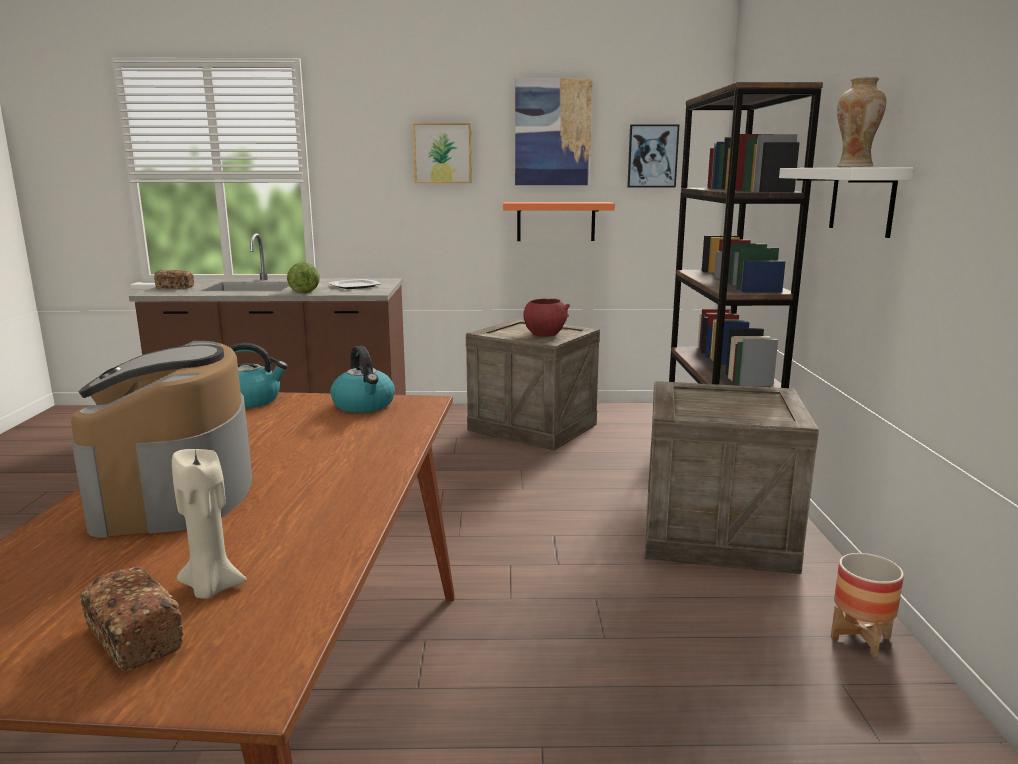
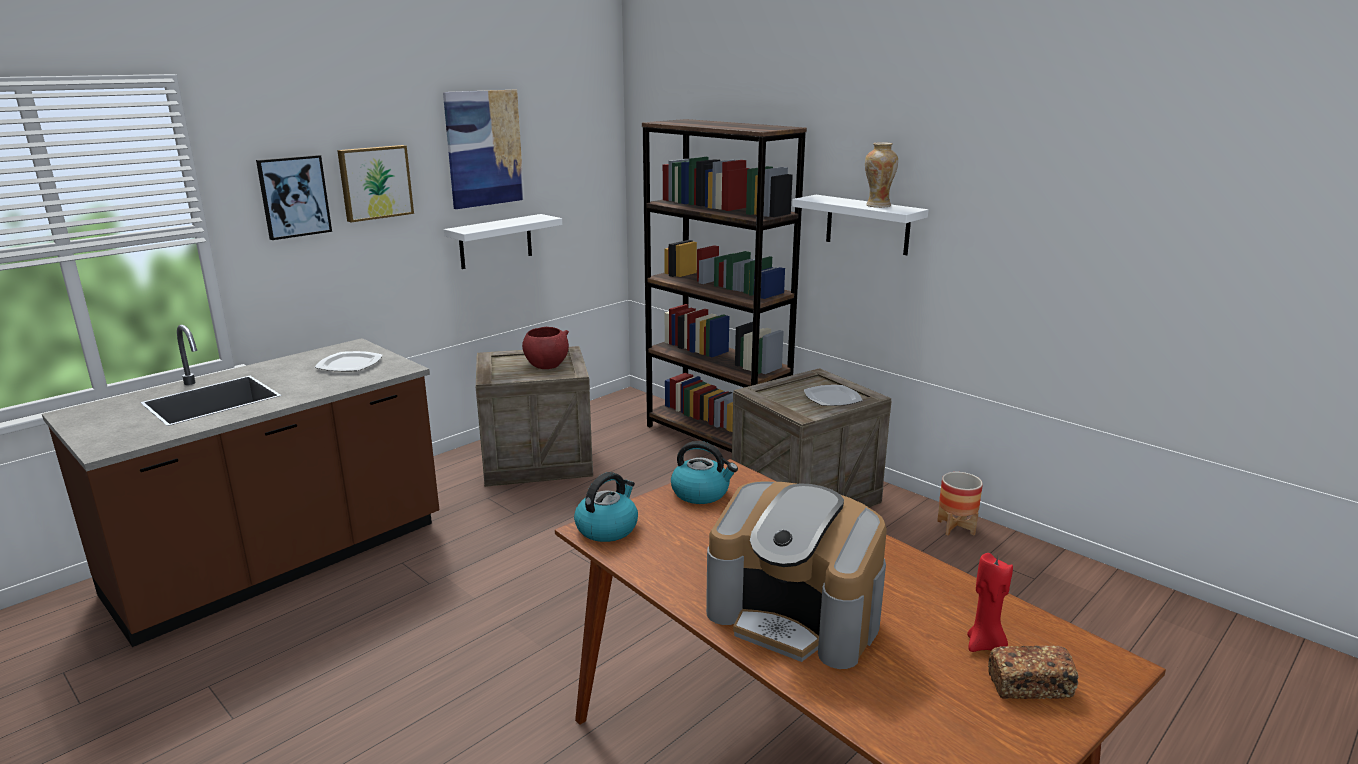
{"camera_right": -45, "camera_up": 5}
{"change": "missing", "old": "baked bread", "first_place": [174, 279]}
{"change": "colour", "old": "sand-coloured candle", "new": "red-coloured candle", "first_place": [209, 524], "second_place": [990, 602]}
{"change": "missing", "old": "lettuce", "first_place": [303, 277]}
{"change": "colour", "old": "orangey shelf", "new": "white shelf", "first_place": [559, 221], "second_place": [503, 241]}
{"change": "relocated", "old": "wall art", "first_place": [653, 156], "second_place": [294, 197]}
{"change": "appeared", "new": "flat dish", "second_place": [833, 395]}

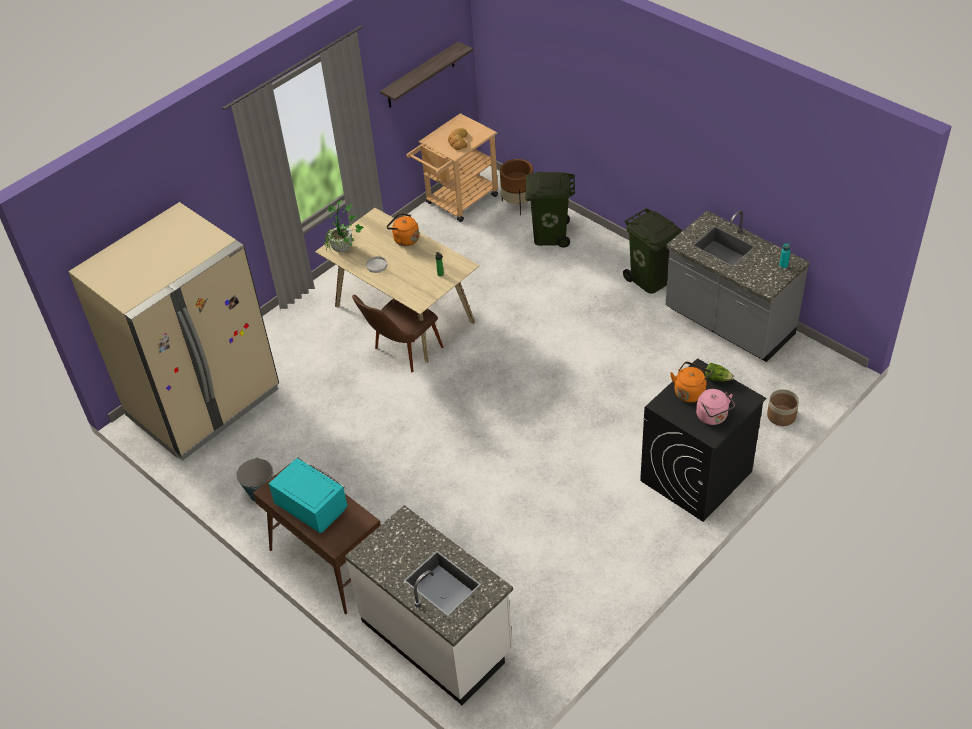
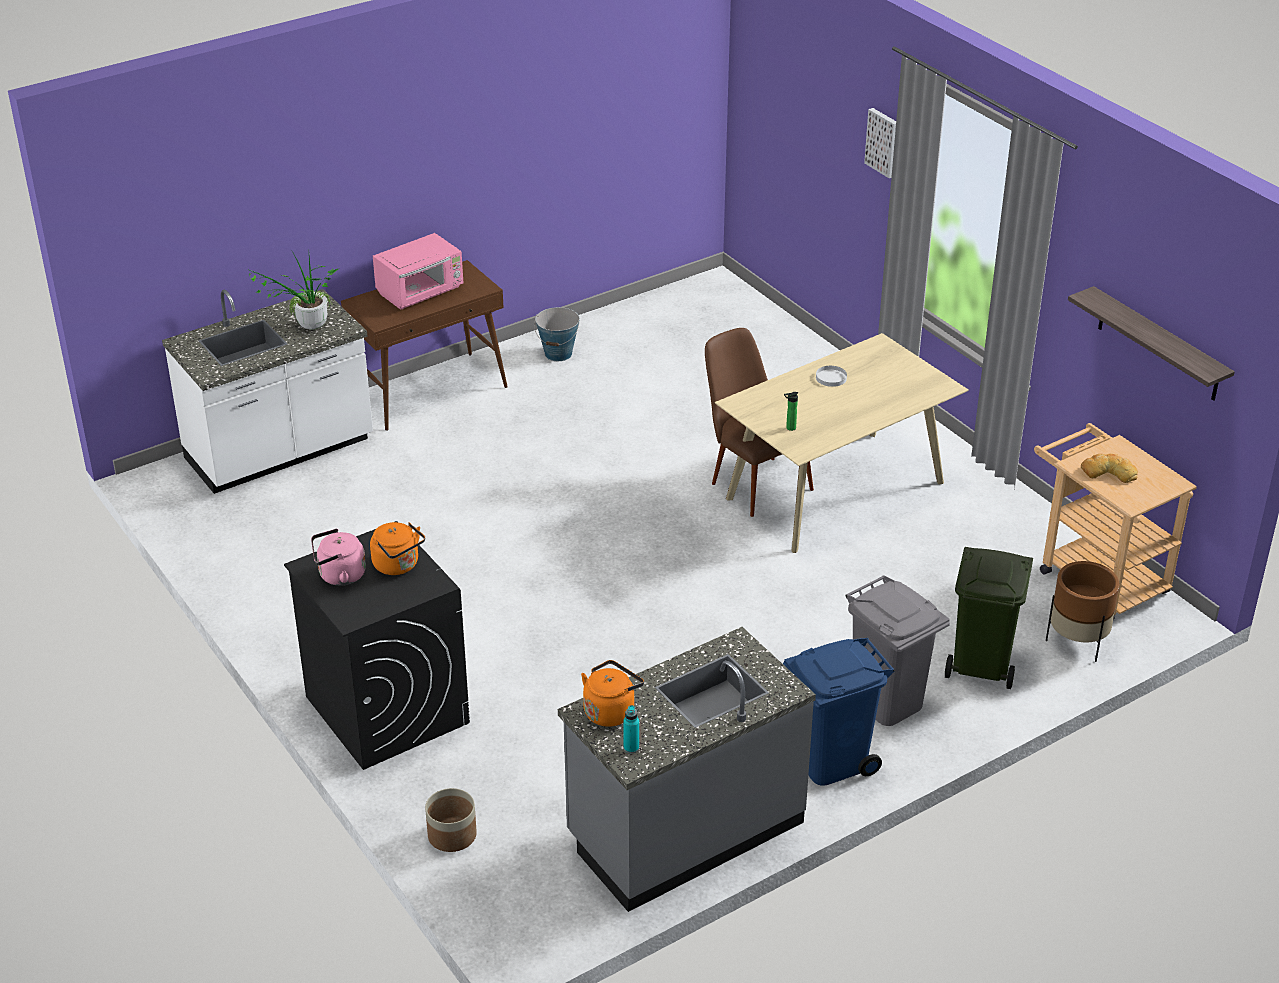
{"camera_right": 100, "camera_up": -10}
{"change": "missing", "old": "sand-coloured fridge", "first_place": [174, 331]}
{"change": "colour", "old": "turquoise-coloured kitchen microwave", "new": "pink kitchen microwave", "first_place": [308, 495], "second_place": [418, 271]}
{"change": "relocated", "old": "plant in a pot", "first_place": [344, 225], "second_place": [293, 290]}
{"change": "relocated", "old": "orangey tea kettle", "first_place": [402, 229], "second_place": [612, 693]}
{"change": "colour", "old": "greenish trash can", "new": "blue-coloured trash can", "first_place": [653, 251], "second_place": [839, 712]}
{"change": "missing", "old": "lettuce", "first_place": [719, 372]}
{"change": "appeared", "new": "gray trash can", "second_place": [897, 650]}
{"change": "appeared", "new": "wall art", "second_place": [880, 143]}

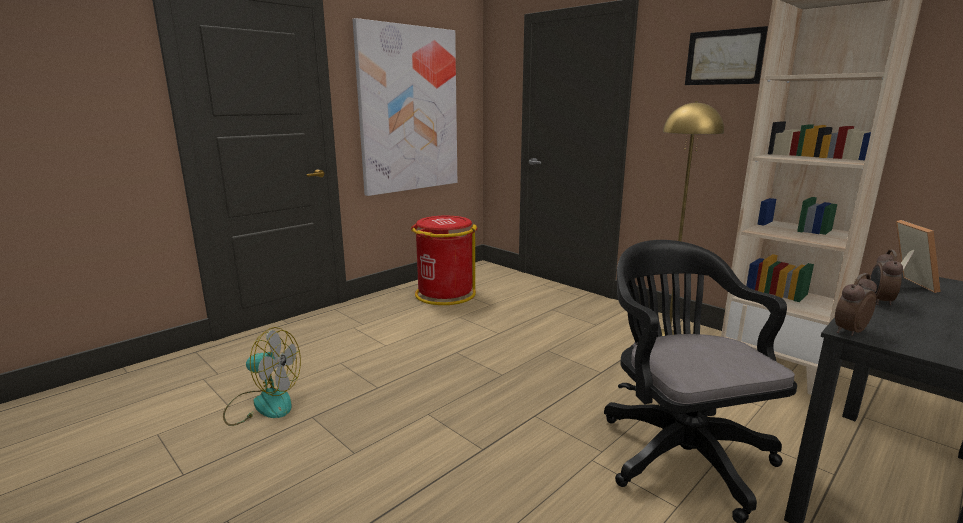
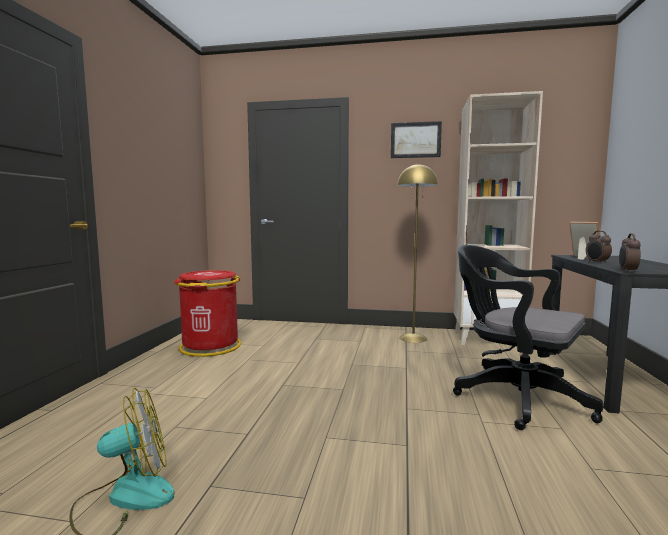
{"camera_right": -35, "camera_up": -10}
{"change": "missing", "old": "wall art", "first_place": [404, 107]}

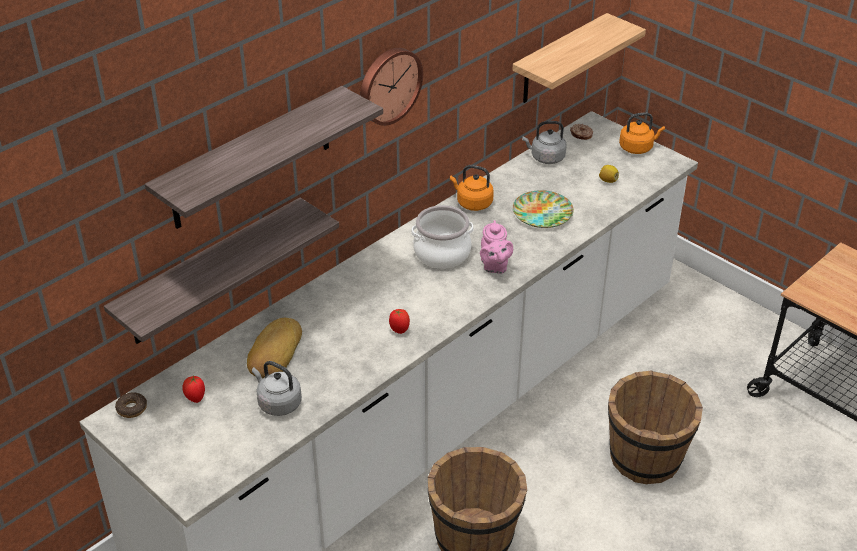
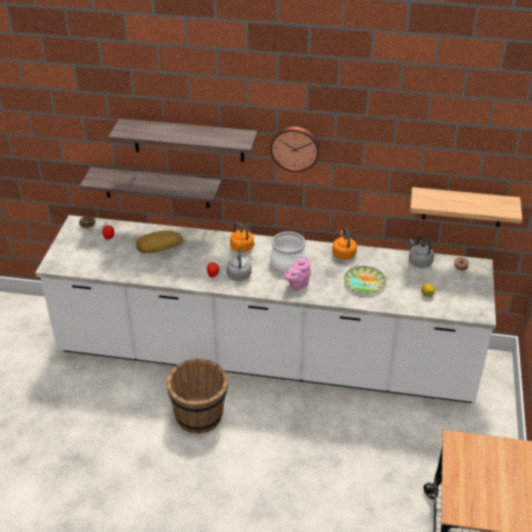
{"camera_right": 55, "camera_up": 0}
{"change": "relocated", "old": "gray tea kettle", "first_place": [277, 388], "second_place": [238, 264]}
{"change": "missing", "old": "brownish pail", "first_place": [655, 427]}
{"change": "relocated", "old": "orangey tea kettle", "first_place": [642, 133], "second_place": [242, 237]}

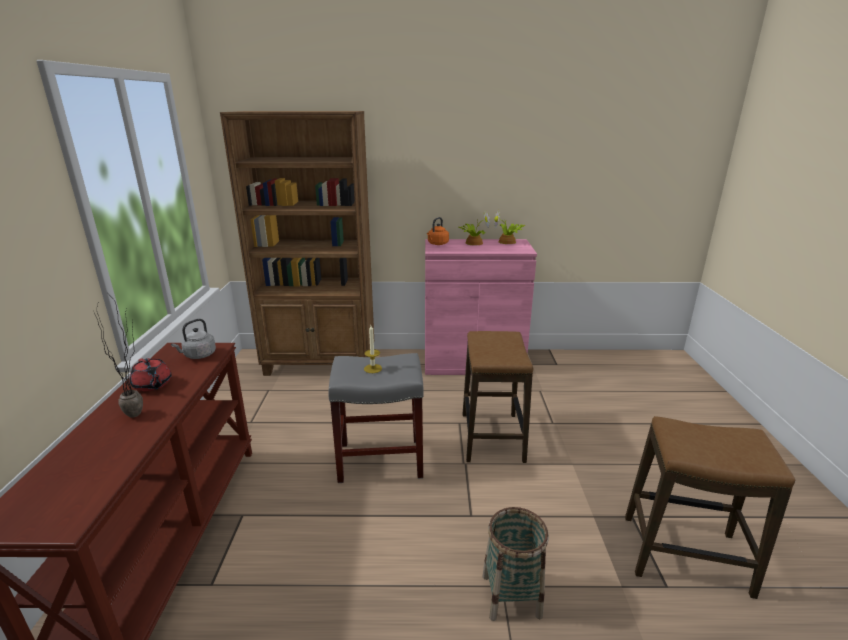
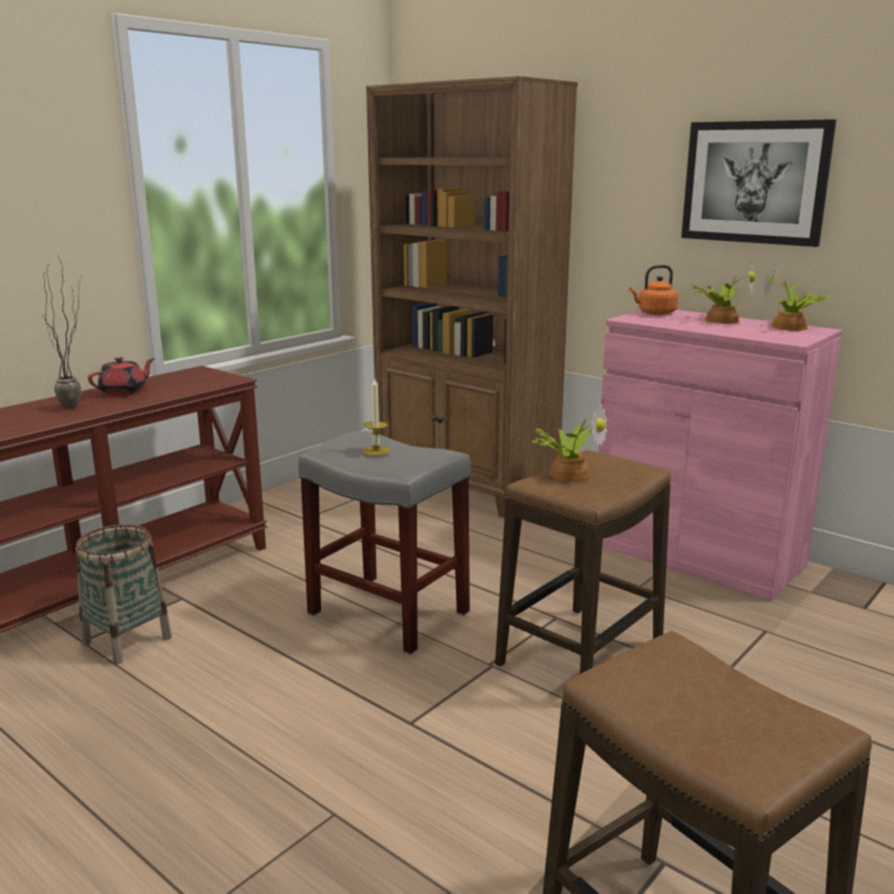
{"camera_right": 40, "camera_up": -5}
{"change": "spun", "old": "red-coloured pot for tea", "first_place": [151, 374], "second_place": [121, 376], "degrees": -135}
{"change": "missing", "old": "gray tea kettle", "first_place": [193, 339]}
{"change": "relocated", "old": "household basket", "first_place": [515, 564], "second_place": [123, 594]}
{"change": "appeared", "new": "plant in a pot", "second_place": [568, 442]}
{"change": "appeared", "new": "wall art", "second_place": [758, 183]}

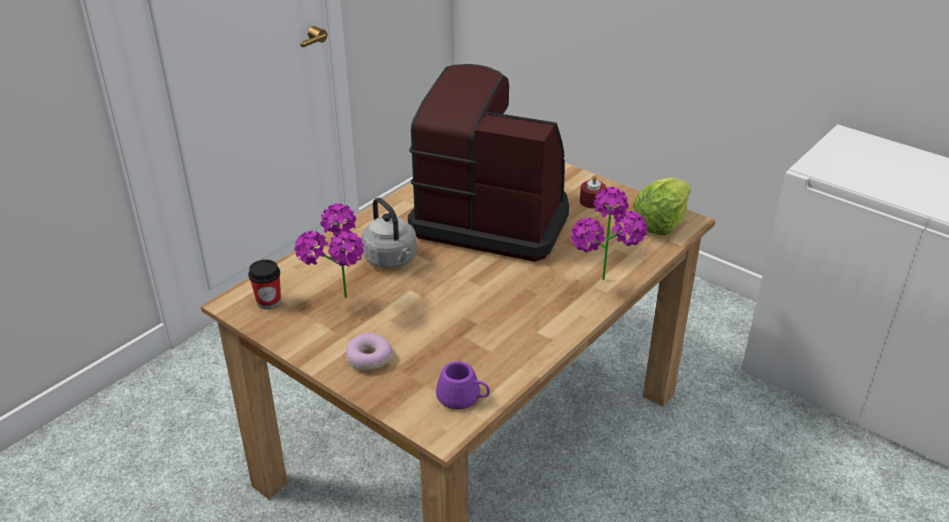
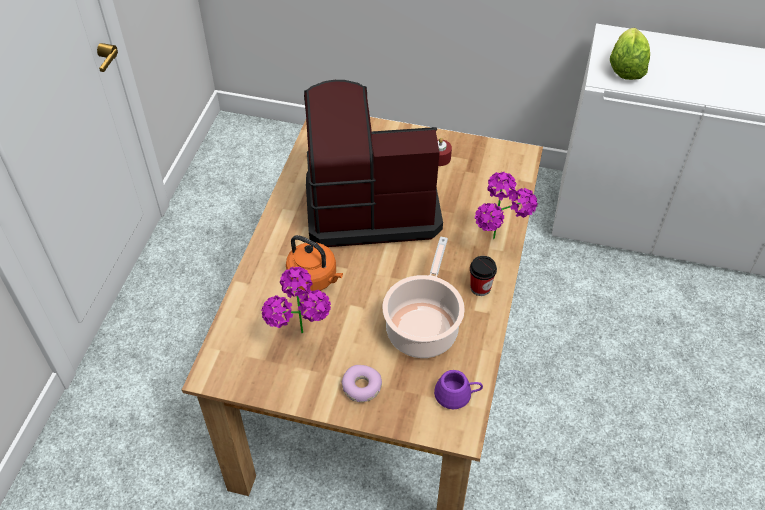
{"camera_right": -25, "camera_up": 15}
{"change": "relocated", "old": "small cup", "first_place": [264, 284], "second_place": [483, 276]}
{"change": "colour", "old": "gray tea kettle", "new": "orangey tea kettle", "first_place": [389, 232], "second_place": [314, 263]}
{"change": "relocated", "old": "lettuce", "first_place": [662, 206], "second_place": [630, 54]}
{"change": "appeared", "new": "saucepot", "second_place": [423, 297]}

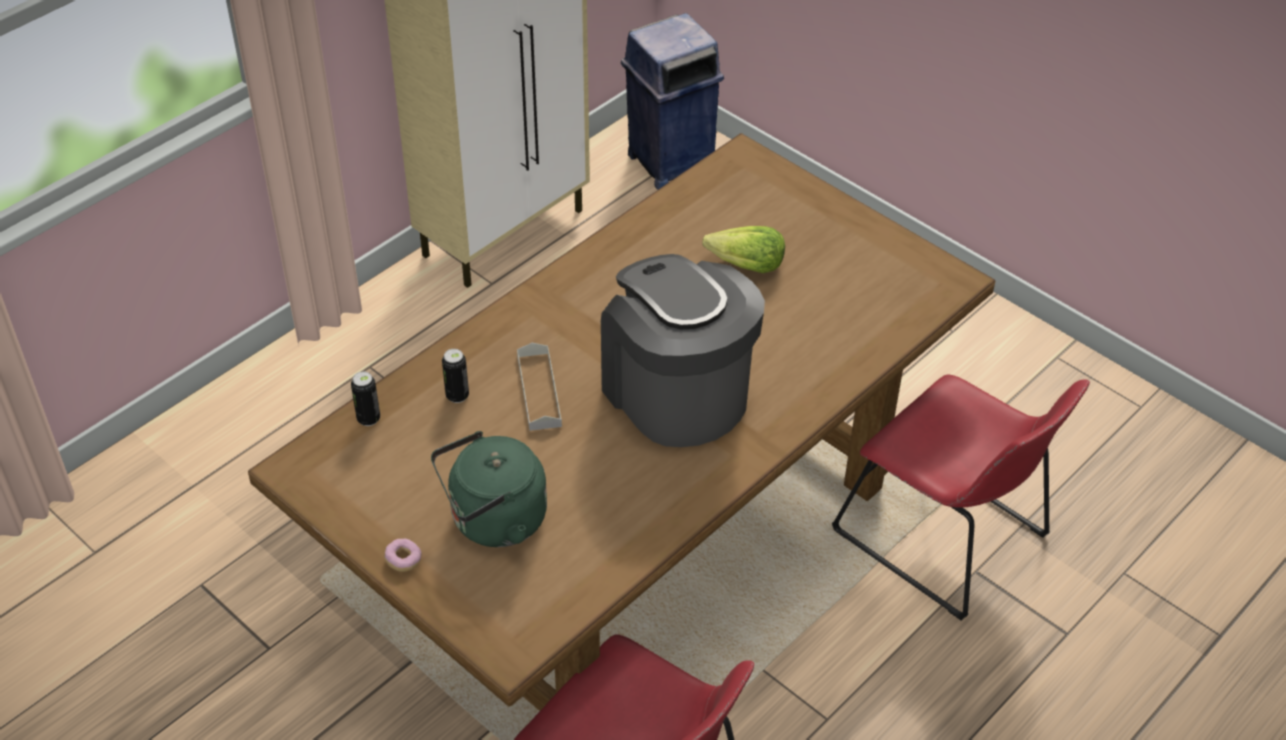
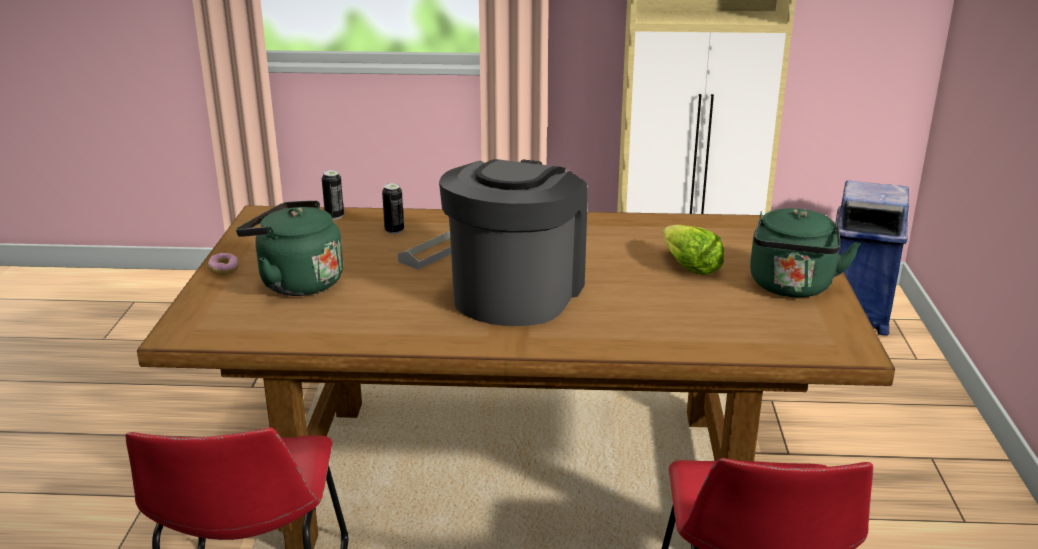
{"camera_right": 50, "camera_up": -20}
{"change": "appeared", "new": "greenish tea kettle", "second_place": [805, 252]}

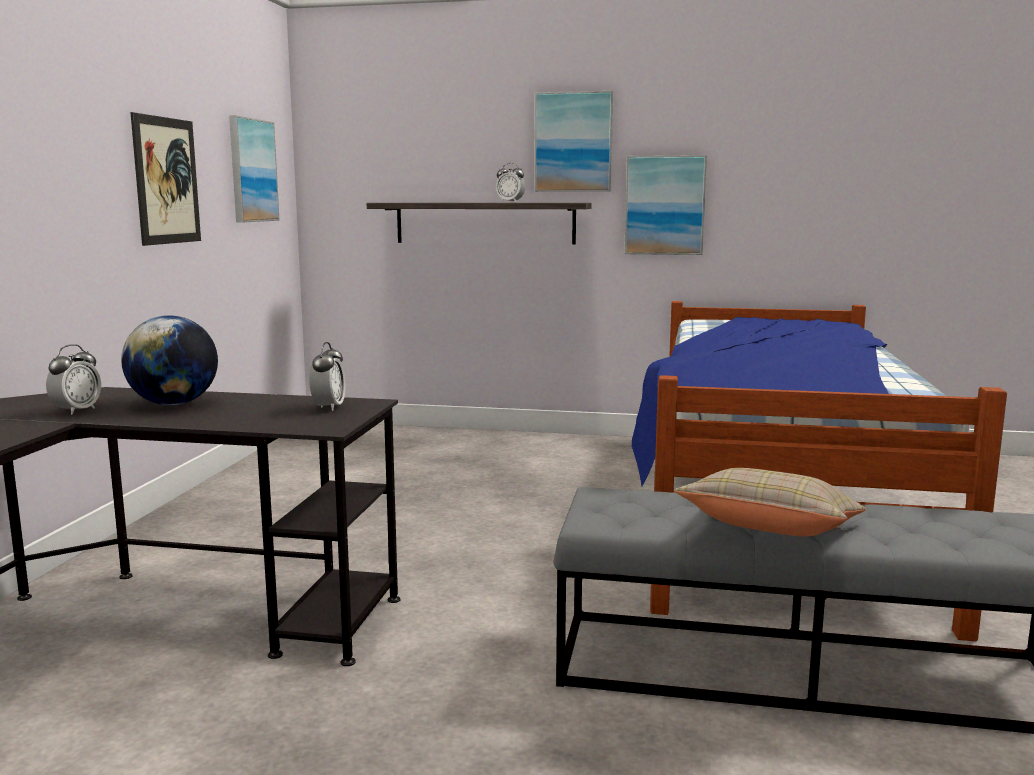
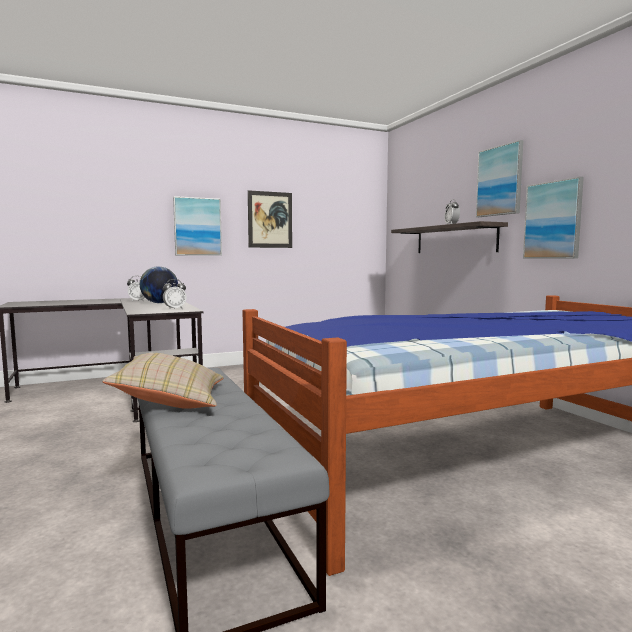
{"camera_right": 55, "camera_up": -5}
{"change": "relocated", "old": "wall art", "first_place": [254, 169], "second_place": [197, 225]}

